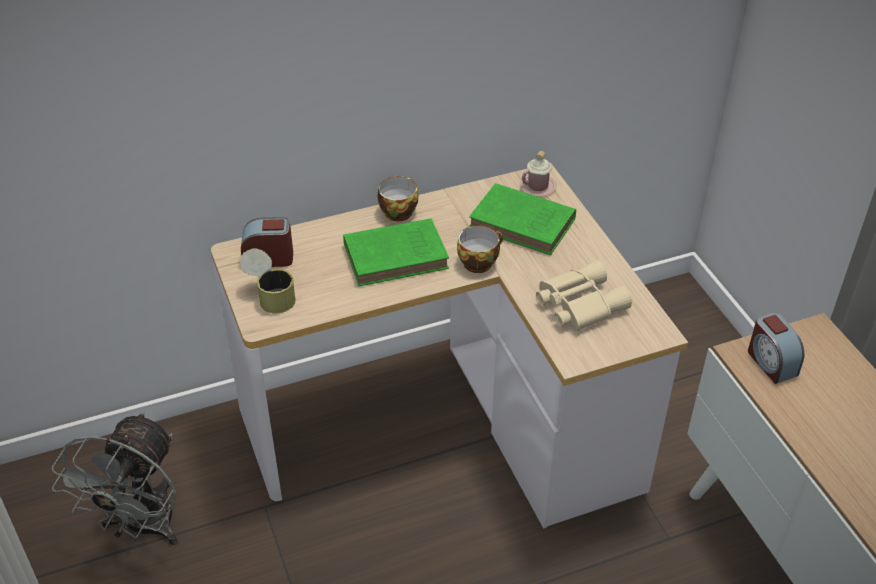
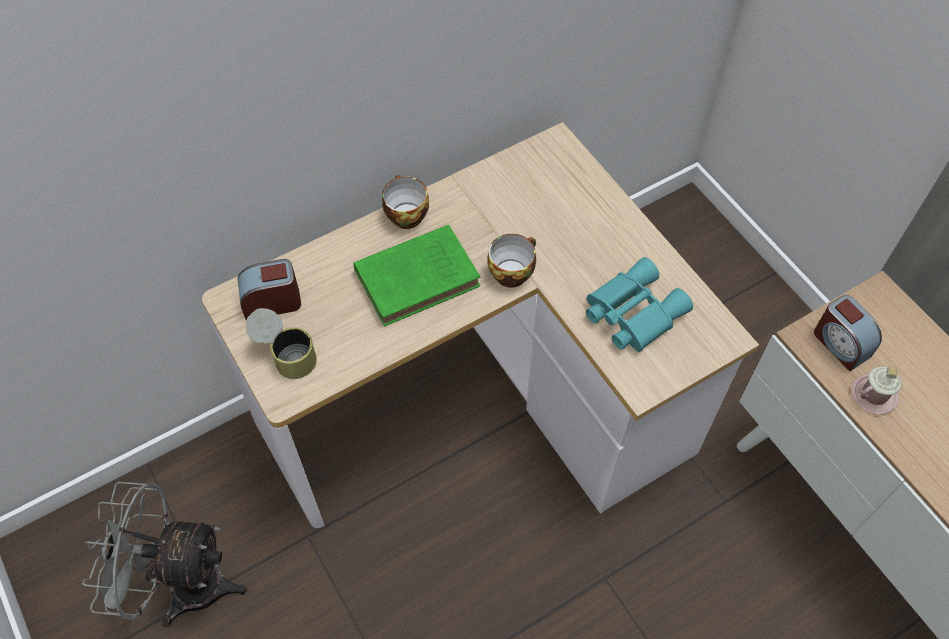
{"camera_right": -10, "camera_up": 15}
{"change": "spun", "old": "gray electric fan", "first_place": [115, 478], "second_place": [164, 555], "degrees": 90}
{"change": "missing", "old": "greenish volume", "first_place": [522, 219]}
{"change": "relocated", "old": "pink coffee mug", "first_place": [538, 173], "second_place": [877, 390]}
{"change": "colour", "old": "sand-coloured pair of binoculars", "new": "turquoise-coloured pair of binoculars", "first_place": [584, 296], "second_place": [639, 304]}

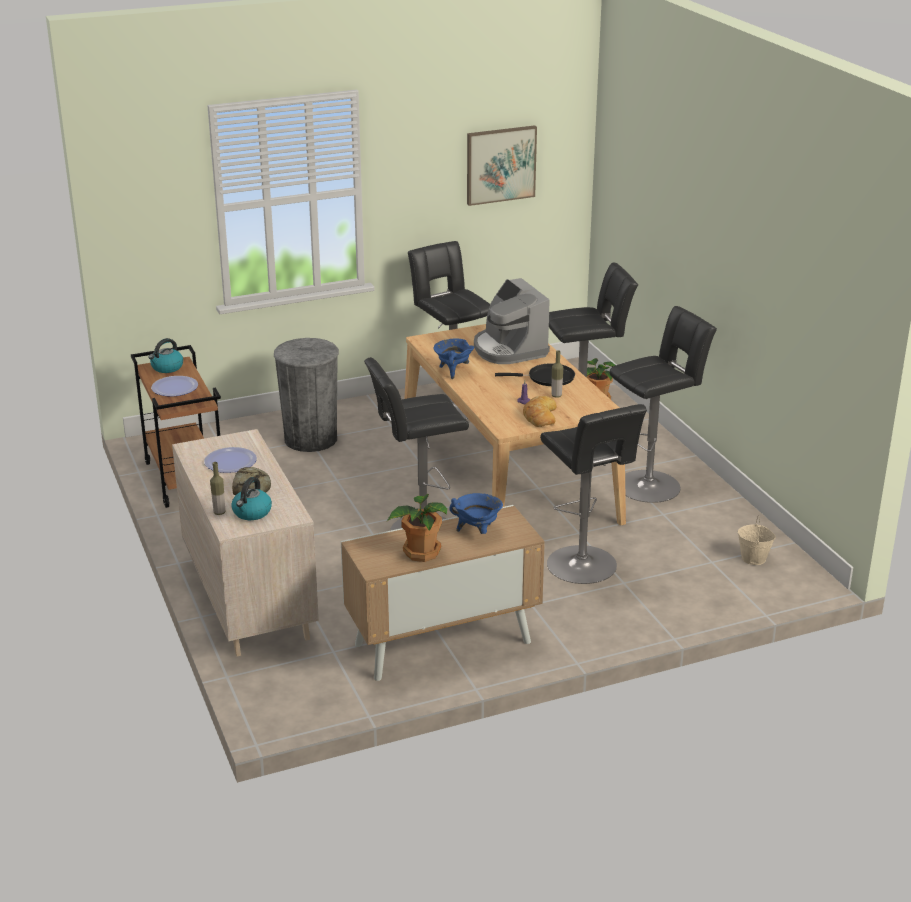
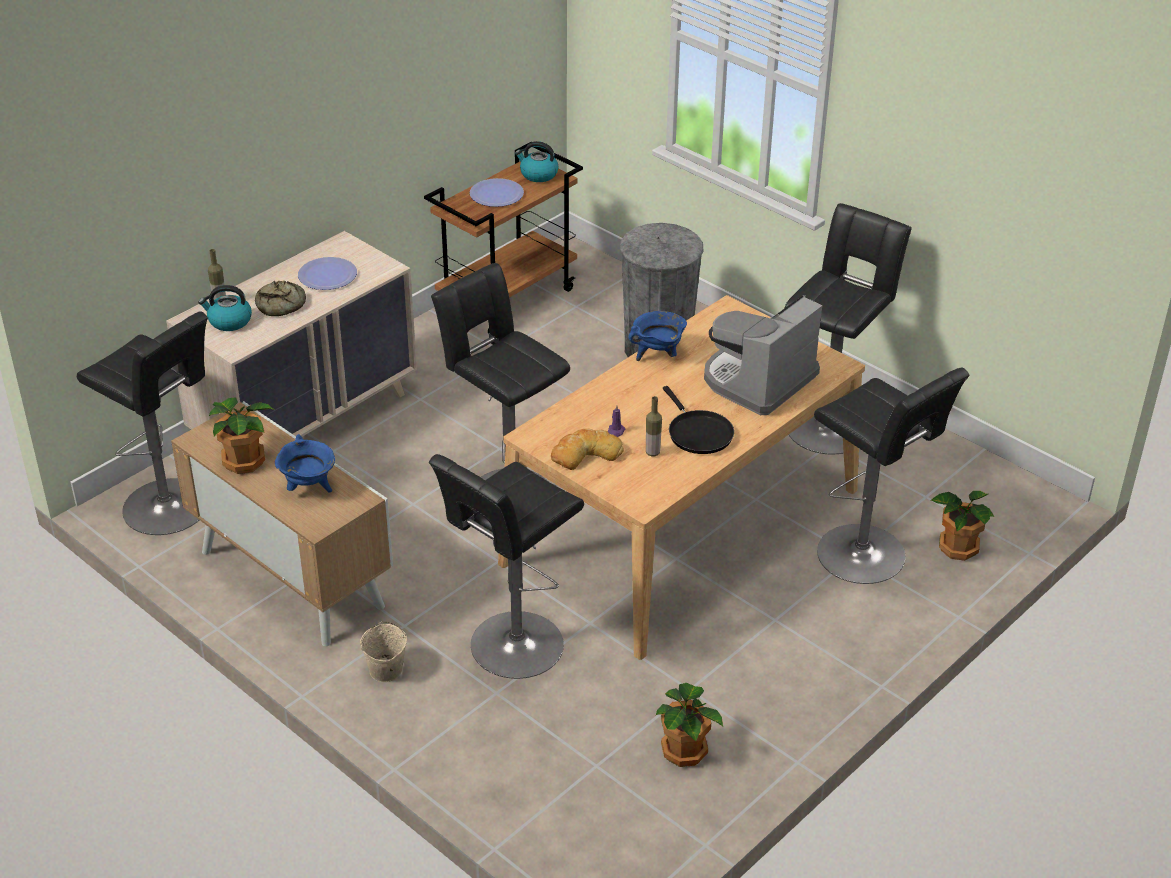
{"camera_right": 65, "camera_up": 10}
{"change": "missing", "old": "wall art", "first_place": [502, 165]}
{"change": "relocated", "old": "black stool", "first_place": [663, 404], "second_place": [142, 423]}
{"change": "relocated", "old": "sand-coloured pail", "first_place": [757, 540], "second_place": [383, 651]}
{"change": "appeared", "new": "plant in a pot", "second_place": [689, 725]}

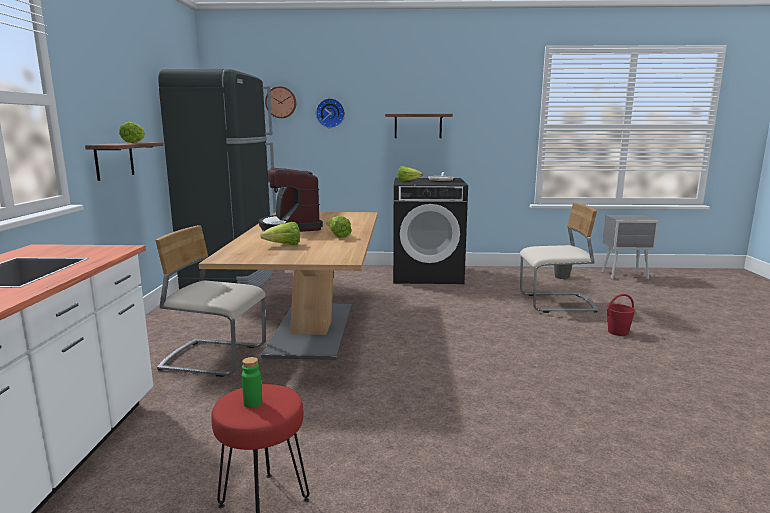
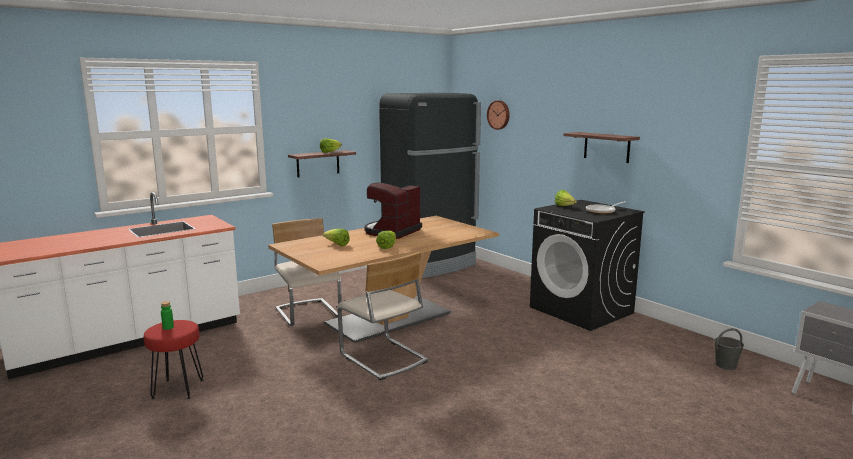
{"camera_right": 50, "camera_up": 0}
{"change": "missing", "old": "clock on the wall", "first_place": [330, 113]}
{"change": "relocated", "old": "sand-coloured upright chair", "first_place": [559, 257], "second_place": [383, 316]}
{"change": "missing", "old": "red-coloured pail", "first_place": [621, 315]}

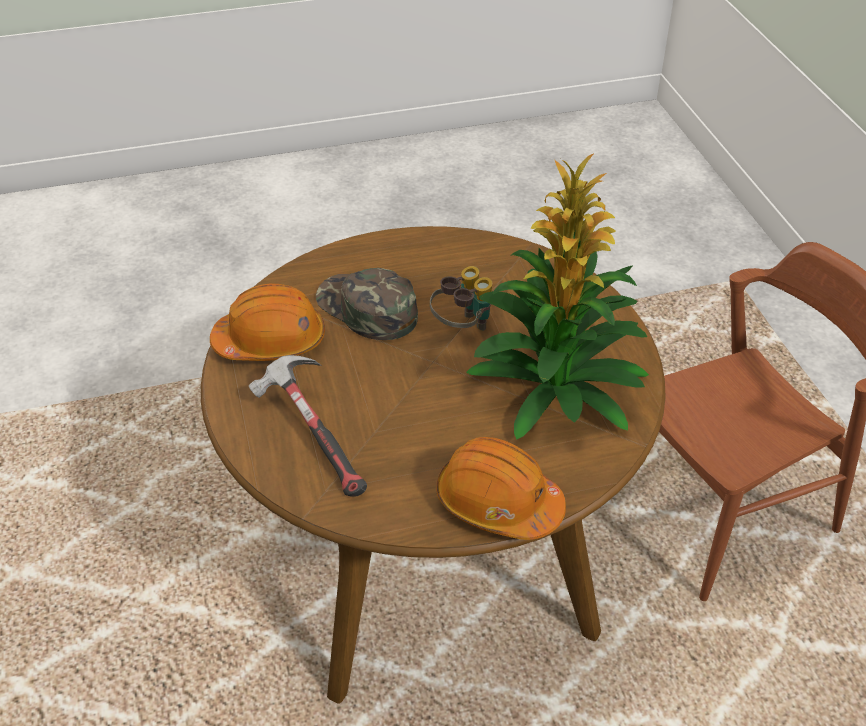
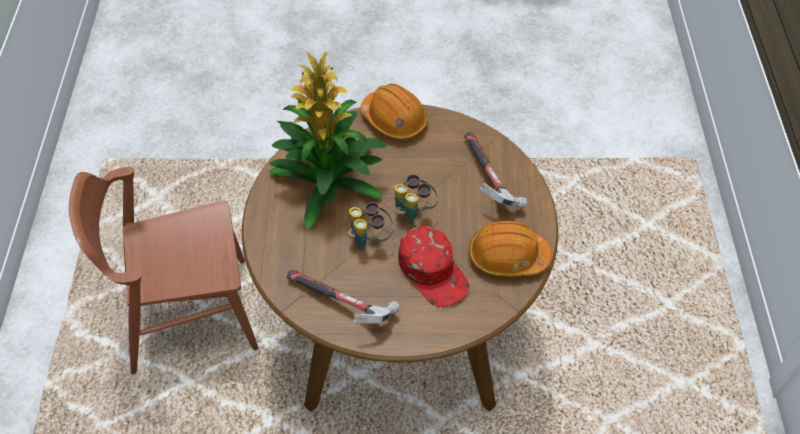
{"camera_right": -165, "camera_up": 10}
{"change": "colour", "old": "greenish baseball cap", "new": "red-coloured baseball cap", "first_place": [367, 304], "second_place": [434, 266]}
{"change": "appeared", "new": "hand hammer", "second_place": [343, 297]}
{"change": "appeared", "new": "pair of binoculars", "second_place": [416, 199]}

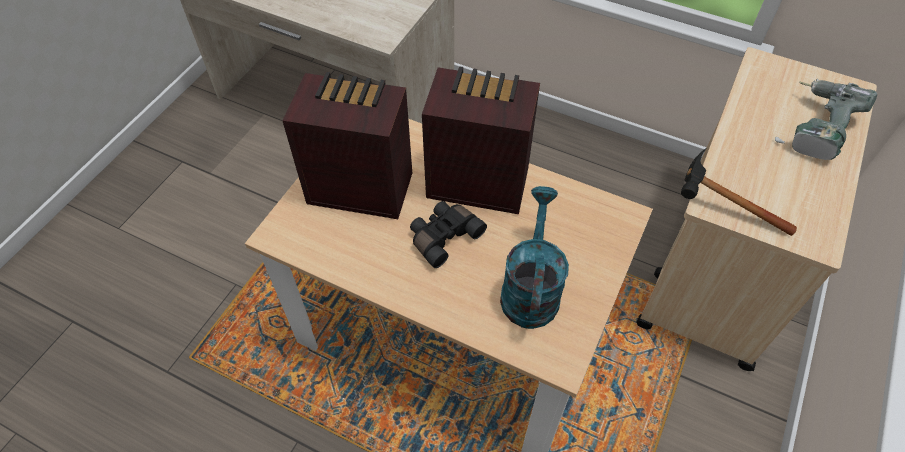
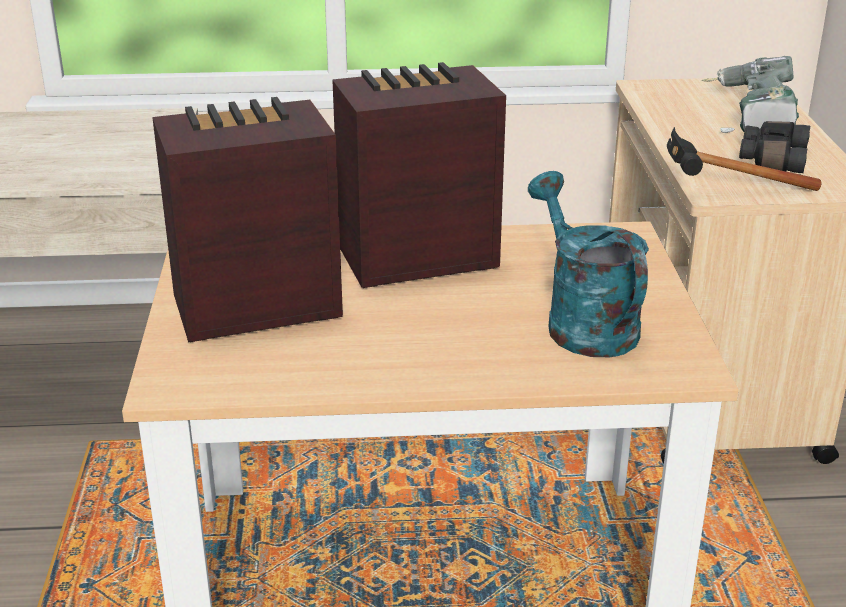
{"camera_right": -30, "camera_up": -25}
{"change": "relocated", "old": "black pair of binoculars", "first_place": [448, 234], "second_place": [774, 147]}

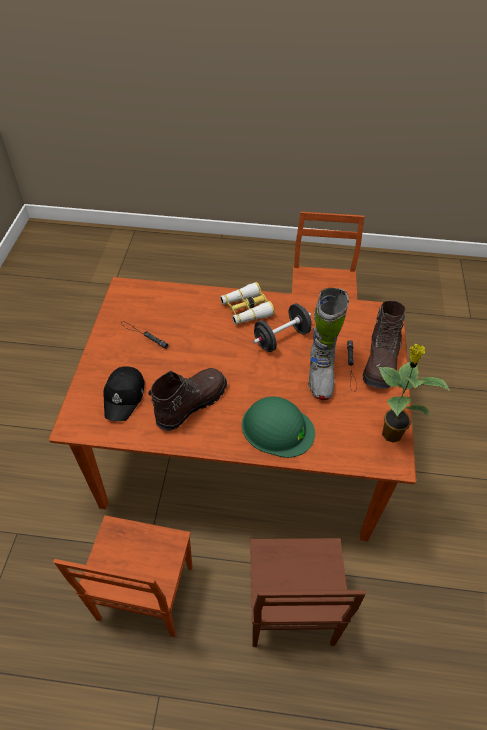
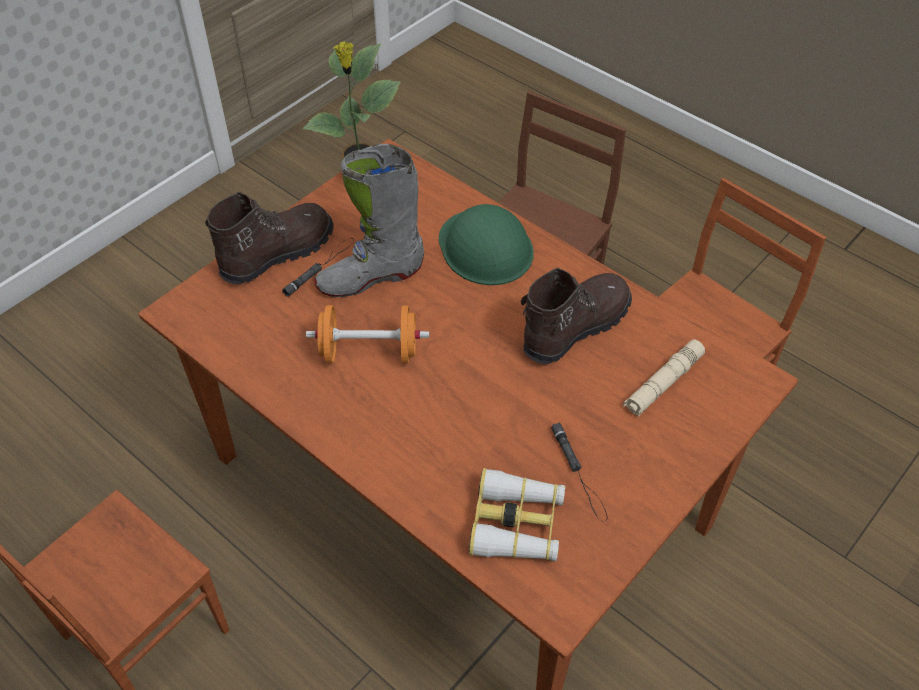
{"camera_right": -145, "camera_up": 0}
{"change": "exchanged", "old": "black baseball cap", "new": "sand-coloured torch", "first_place": [124, 393], "second_place": [664, 378]}
{"change": "spun", "old": "brownish high-top boot", "first_place": [187, 399], "second_place": [576, 316], "degrees": 150}
{"change": "relocated", "old": "pair of binoculars", "first_place": [247, 303], "second_place": [517, 514]}
{"change": "colour", "old": "black dumbbell", "new": "orangey dumbbell", "first_place": [282, 328], "second_place": [367, 334]}
{"change": "spun", "old": "gray high-top boot", "first_place": [328, 344], "second_place": [369, 220], "degrees": -150}

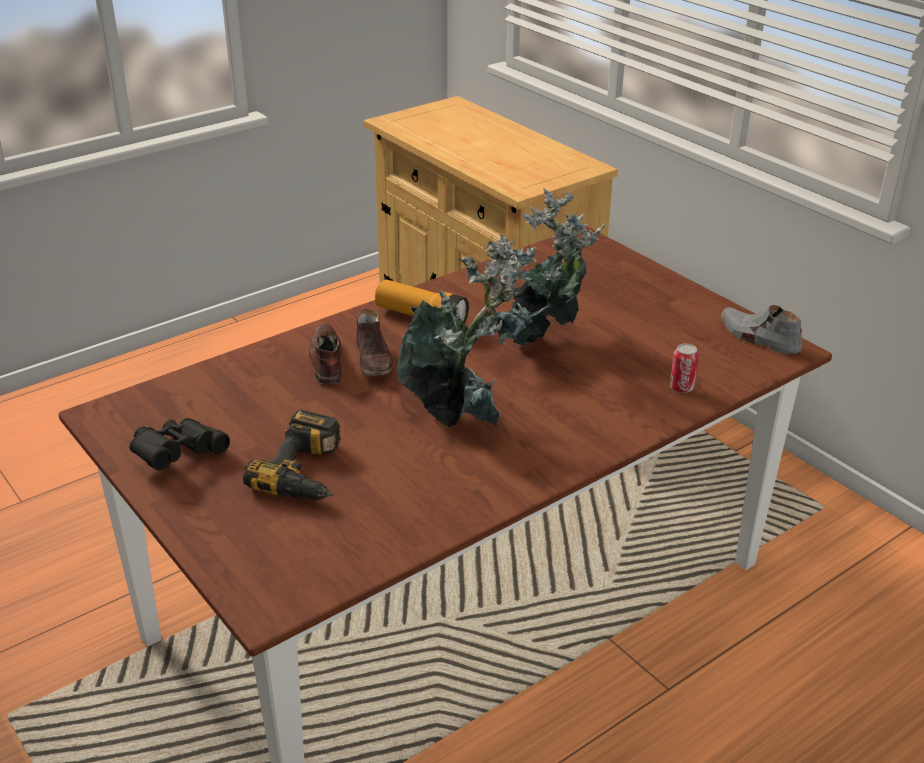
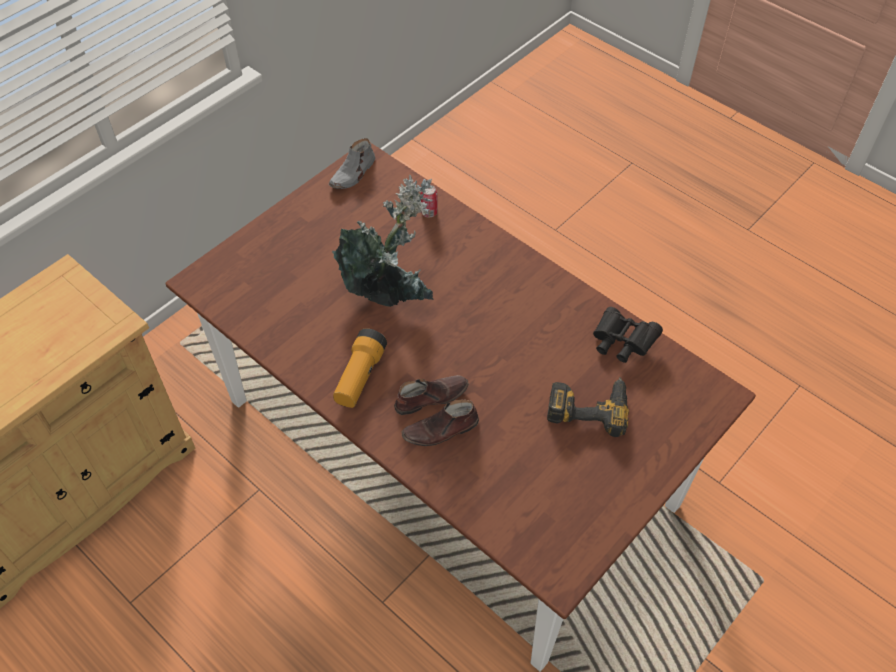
{"camera_right": -100, "camera_up": 20}
{"change": "relocated", "old": "black pair of binoculars", "first_place": [180, 444], "second_place": [628, 335]}
{"change": "missing", "old": "plant in a pot", "first_place": [467, 331]}

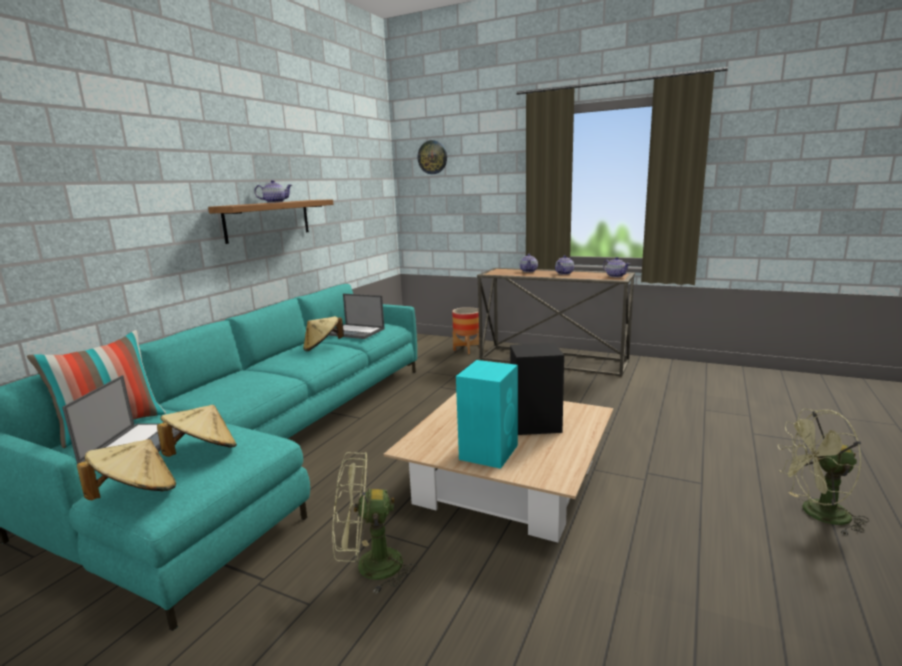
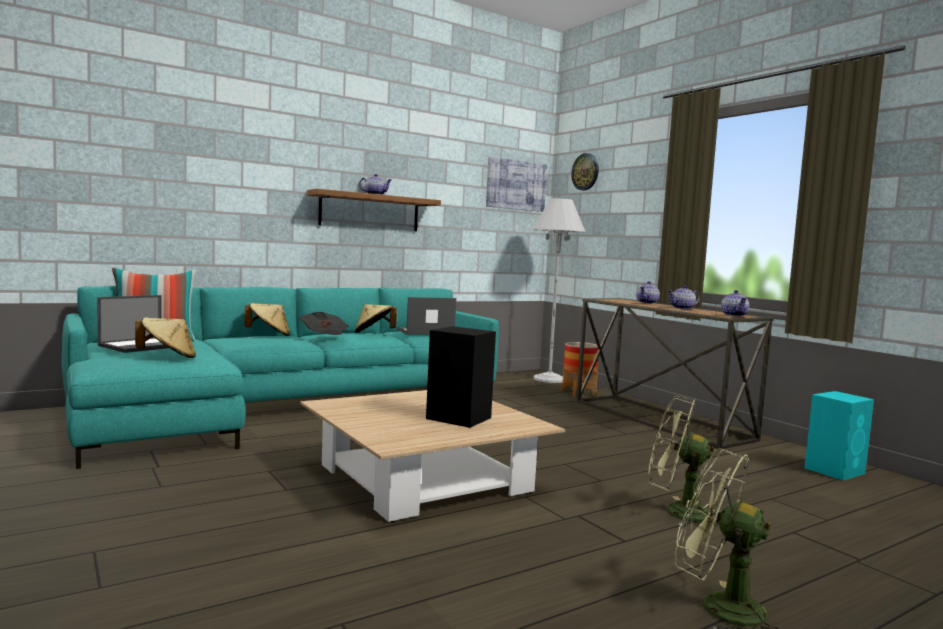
{"camera_right": 30, "camera_up": -10}
{"change": "relocated", "old": "sand-coloured hat", "first_place": [126, 469], "second_place": [267, 319]}
{"change": "spun", "old": "laptop", "first_place": [356, 316], "second_place": [426, 316], "degrees": 105}
{"change": "relocated", "old": "greenish electric fan", "first_place": [374, 523], "second_place": [683, 461]}
{"change": "relocated", "old": "turquoise-coloured speaker", "first_place": [487, 414], "second_place": [839, 435]}
{"change": "appeared", "new": "daily paper", "second_place": [323, 323]}
{"change": "appeared", "new": "wall art", "second_place": [516, 184]}
{"change": "appeared", "new": "white floor lamp", "second_place": [559, 291]}

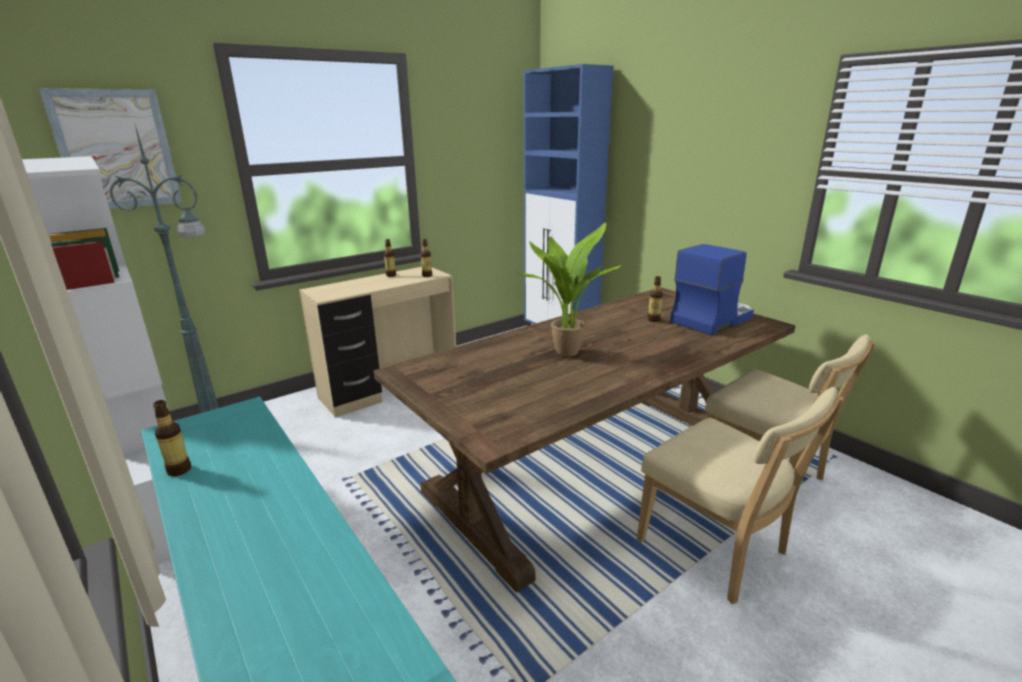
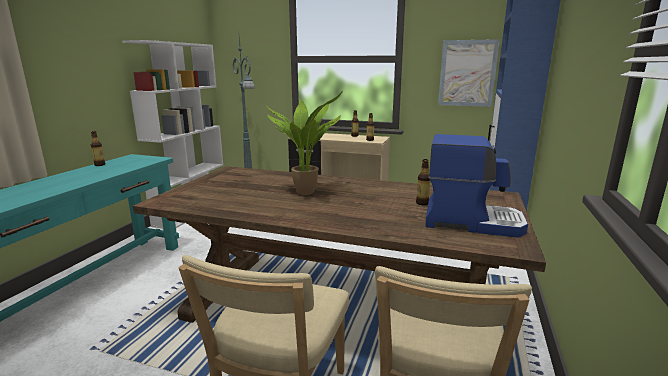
{"camera_right": 55, "camera_up": -5}
{"change": "relocated", "old": "wall art", "first_place": [110, 148], "second_place": [469, 73]}

